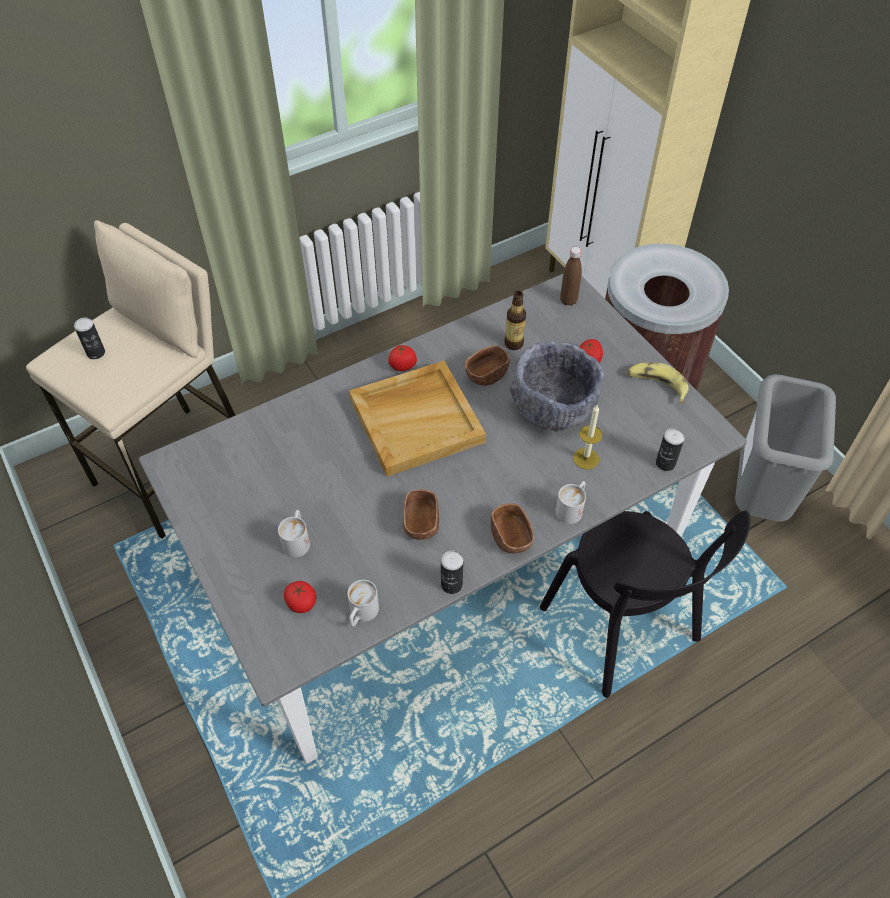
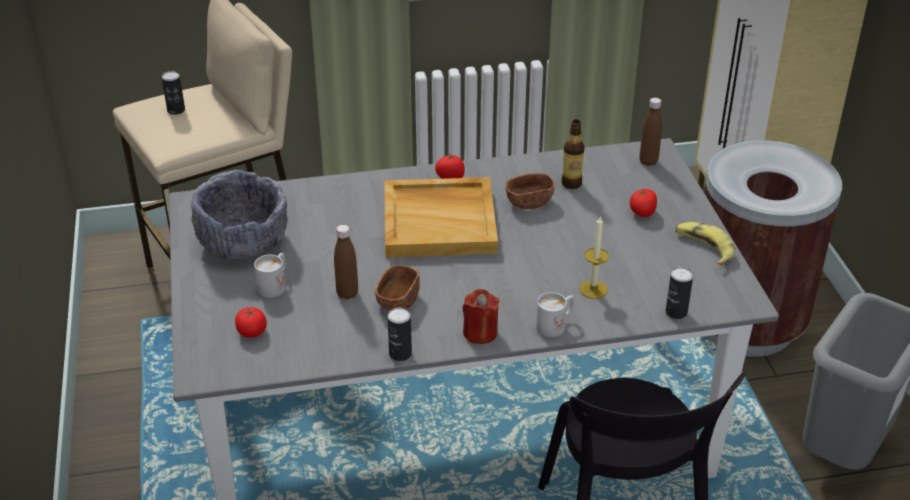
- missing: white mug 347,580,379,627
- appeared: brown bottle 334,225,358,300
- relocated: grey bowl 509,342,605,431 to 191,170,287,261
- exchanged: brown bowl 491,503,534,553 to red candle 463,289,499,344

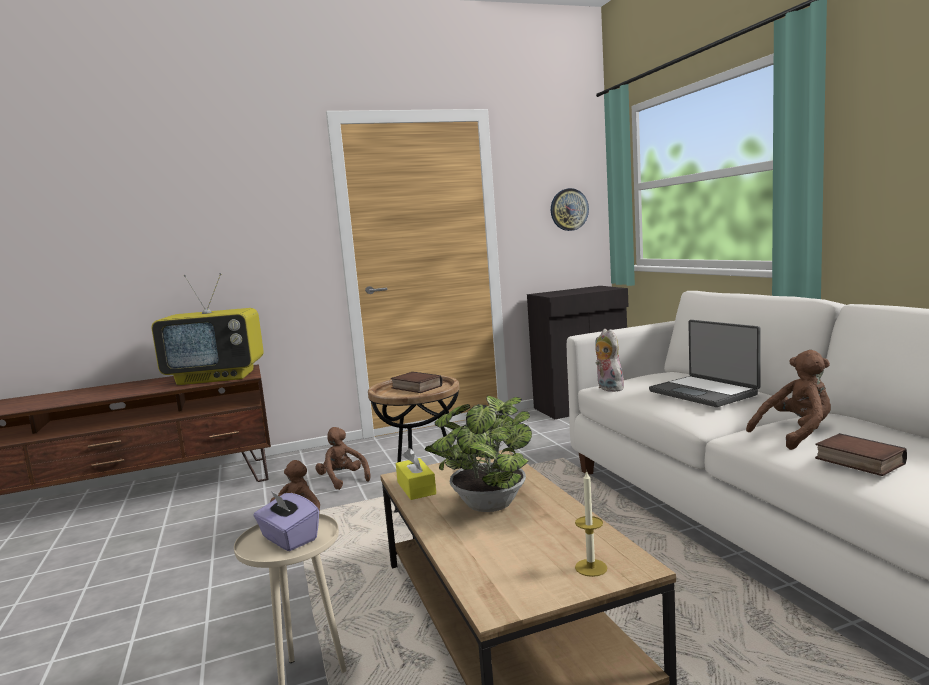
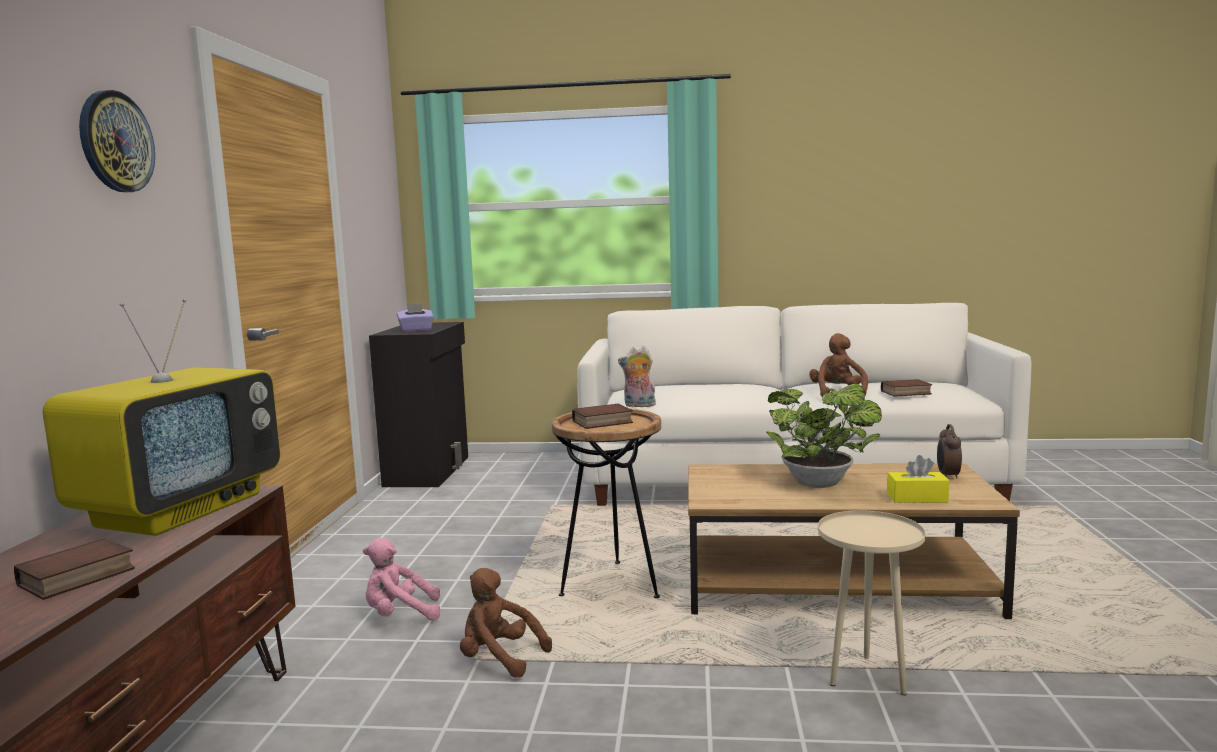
- missing: laptop 649,320,761,407
- appeared: book 14,538,135,600
- relocated: purple tissue box 253,490,319,551 to 397,304,434,332
- relocated: yellow tissue box 396,448,436,500 to 887,455,950,503
- relocated: wall clock 551,188,589,231 to 79,90,155,192
- exchanged: candle 575,470,607,577 to alarm clock 937,424,962,478
- colour: brown plush toy 315,427,371,490 to pink plush toy 363,538,440,621

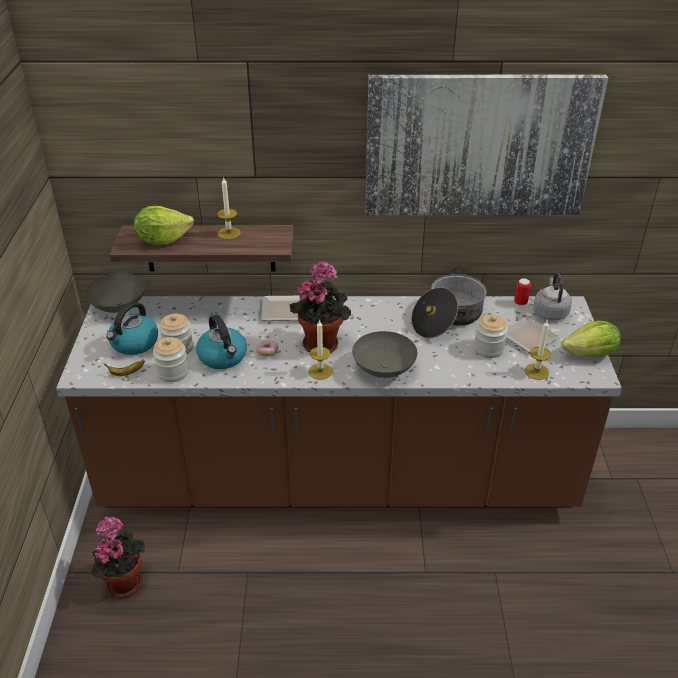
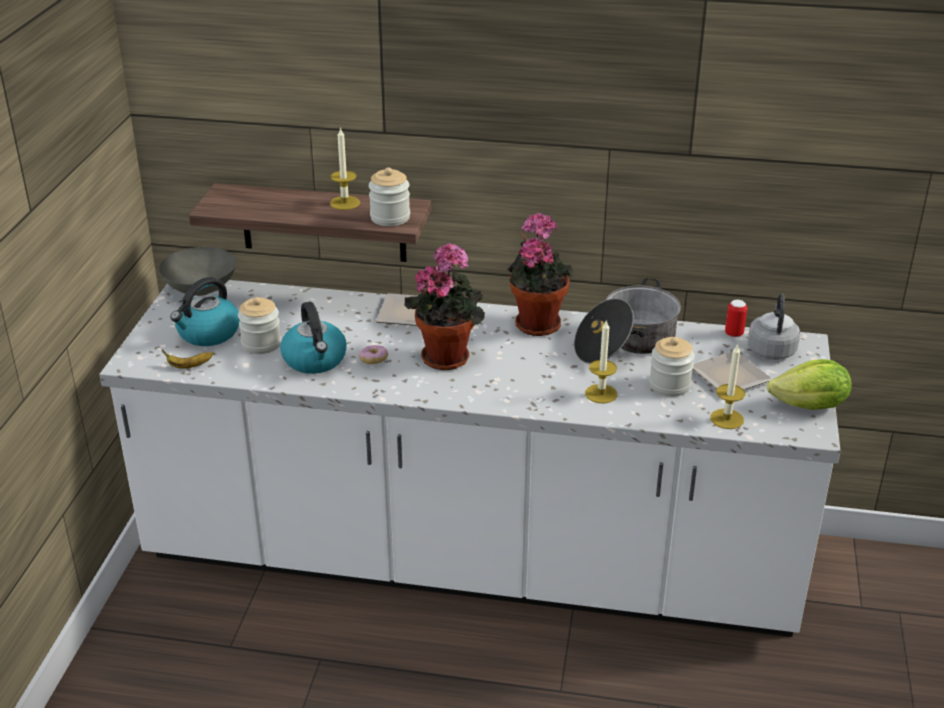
- missing: lettuce 134,206,194,245
- missing: grey bowl 352,331,417,378
- missing: picture 365,75,608,215
- relocated: potted plant 91,517,145,598 to 507,213,573,336
- relocated: jar 153,337,189,382 to 369,167,410,226
- relocated: candle 308,319,333,380 to 585,319,617,404
- colour: brown counter 56,296,622,507 to white counter 99,280,841,637

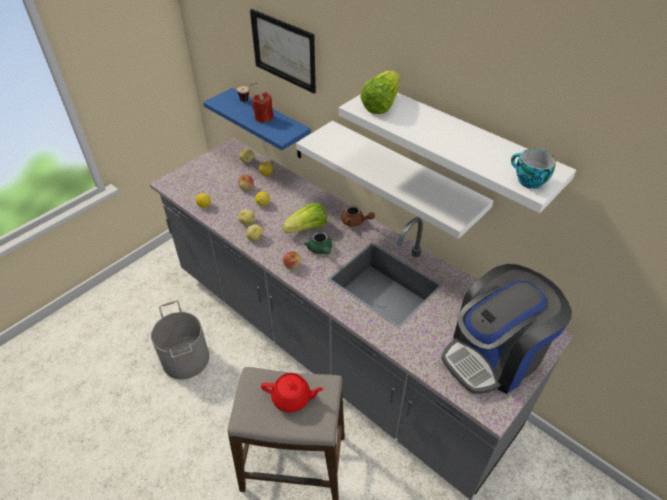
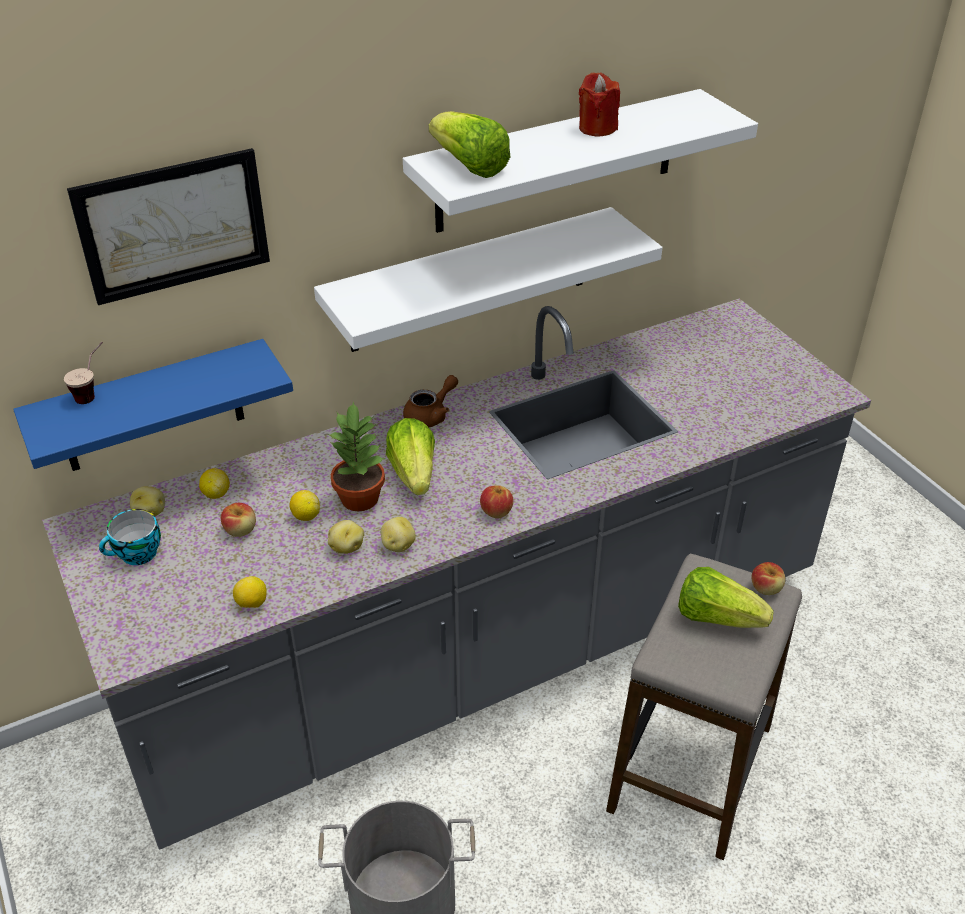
- missing: green teapot 304,231,332,254
- missing: coffee machine 441,264,572,394
- appeared: potted plant 328,401,385,511
- appeared: apple 752,562,786,595
- relocated: red candle 252,92,274,123 to 579,73,620,137
- relocated: cup 511,149,556,189 to 99,509,161,565
- exchanged: red teapot 261,373,324,412 to lettuce 678,567,774,628

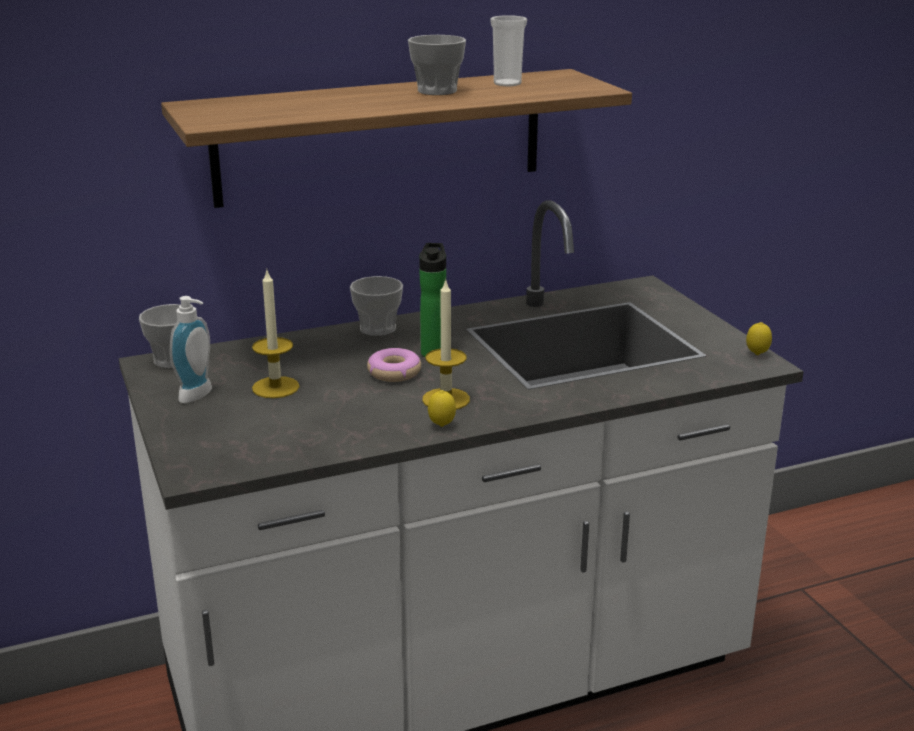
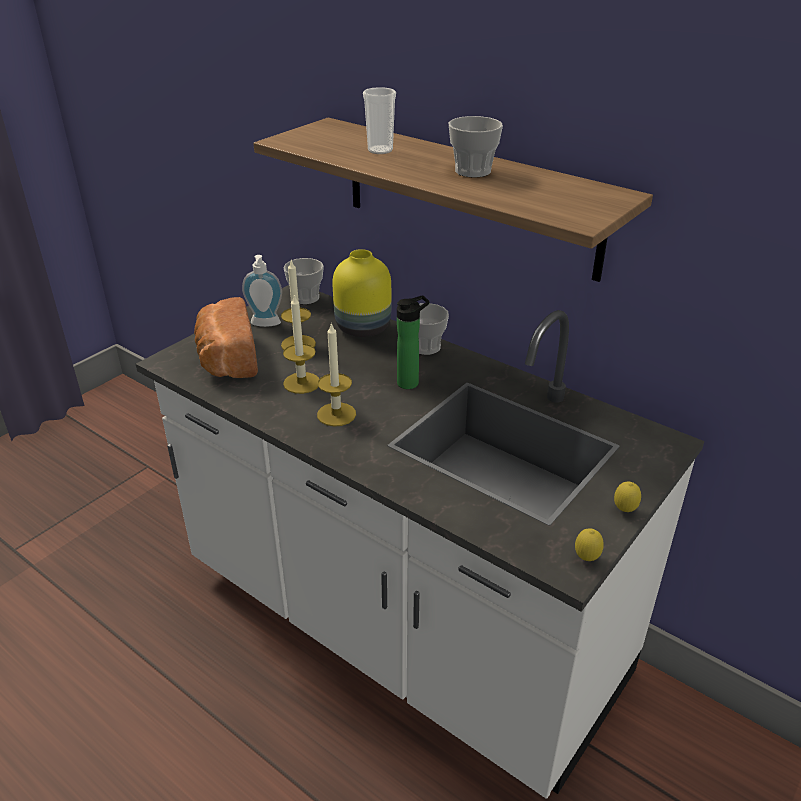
- missing: donut 367,348,421,382
- appeared: bread 194,297,258,378
- appeared: candle 283,294,319,394
- appeared: yellow vase 332,249,391,337
- relocated: lemon 428,390,456,427 to 614,482,641,512
- relocated: cup 490,15,527,86 to 363,87,396,154

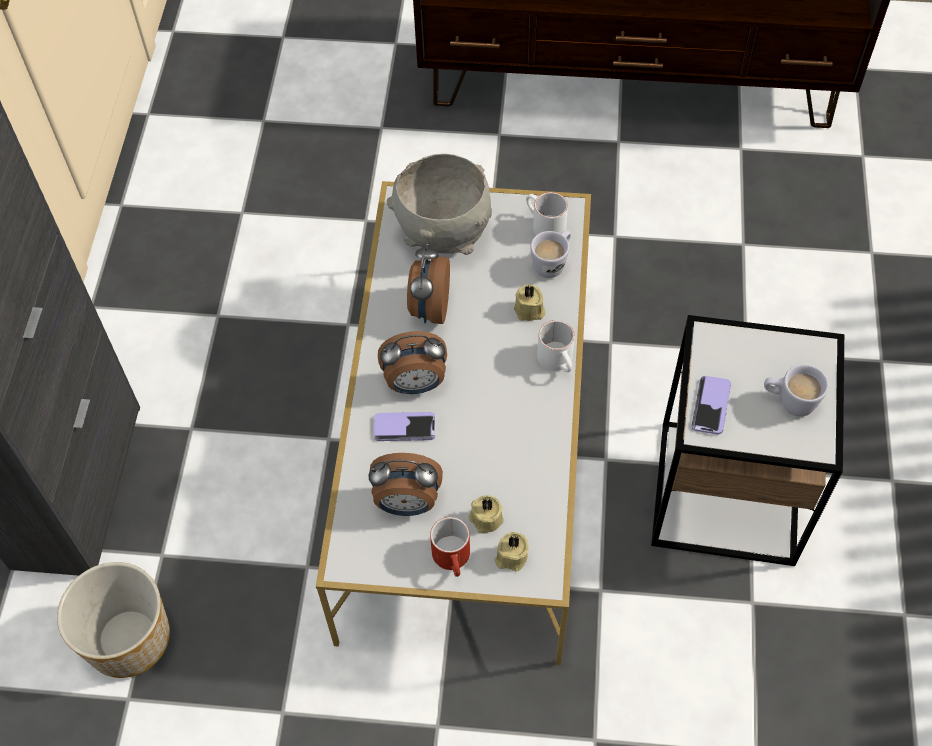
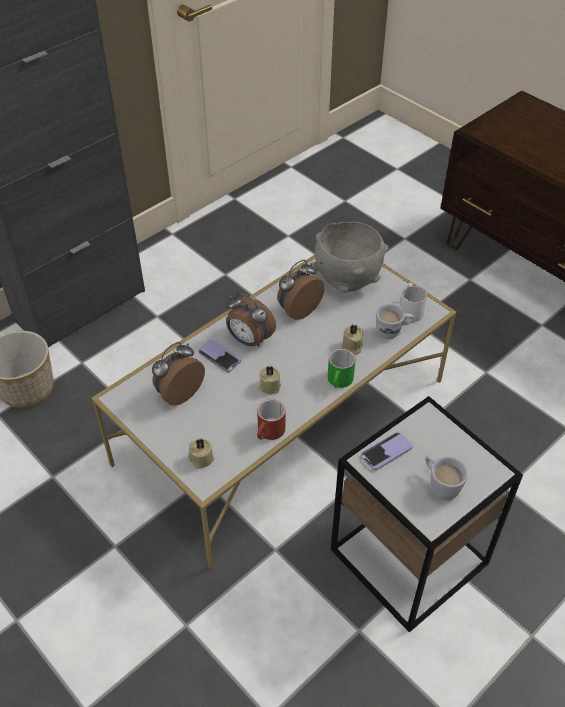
- relocated: red mug 430,517,470,577 to 257,399,286,440
- relocated: beige candle 468,495,503,533 to 259,366,281,394
- colour: white mug 537,320,574,372 to green mug 328,349,355,388
- spun: alarm clock 368,453,443,516 = 152,342,205,406 90 degrees clockwise

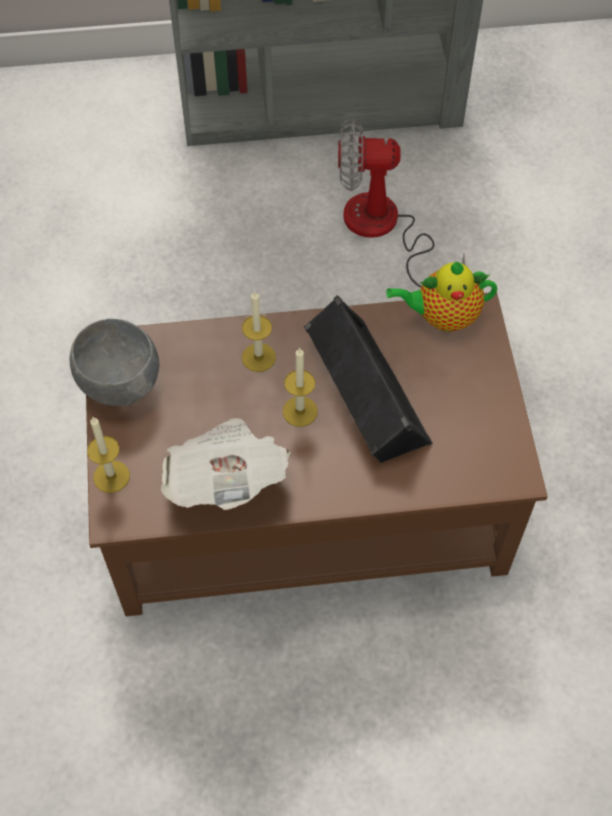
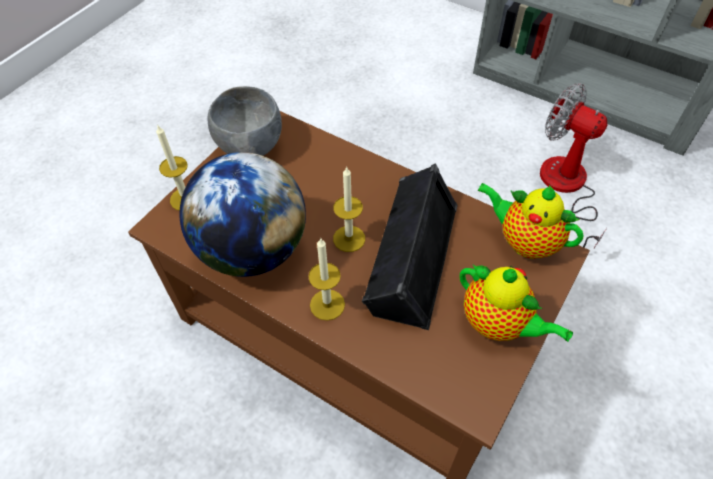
- appeared: teapot 460,265,573,342
- relocated: candle 242,291,276,372 to 308,238,345,321
- exchanged: newspaper 161,418,290,510 to globe 179,152,306,277

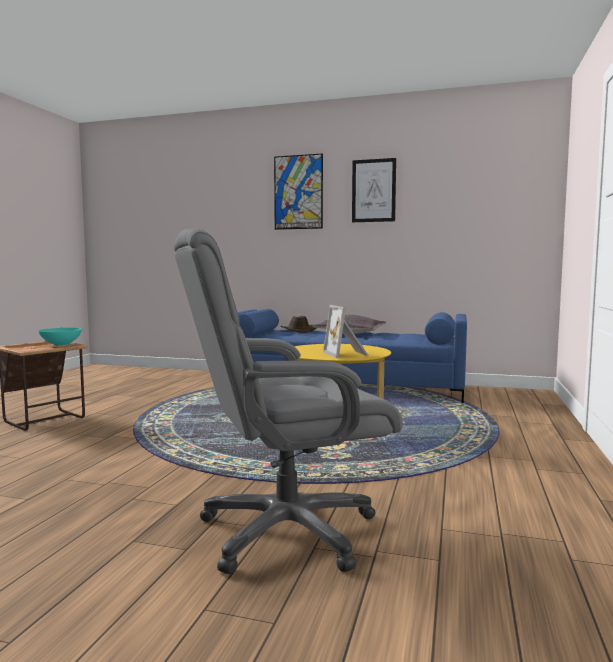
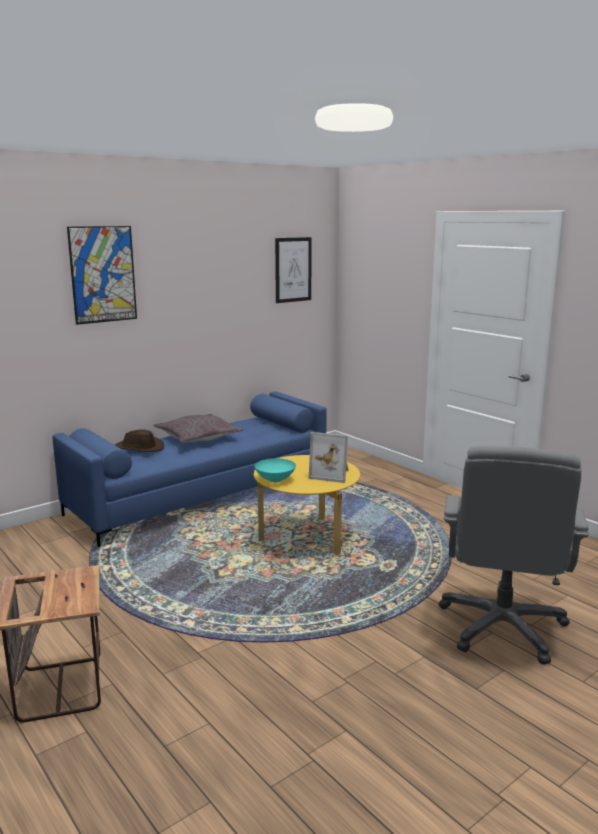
- relocated: turquoise bowl 38,328,82,346 to 255,458,296,482
- relocated: picture 352,158,396,222 to 275,237,312,303

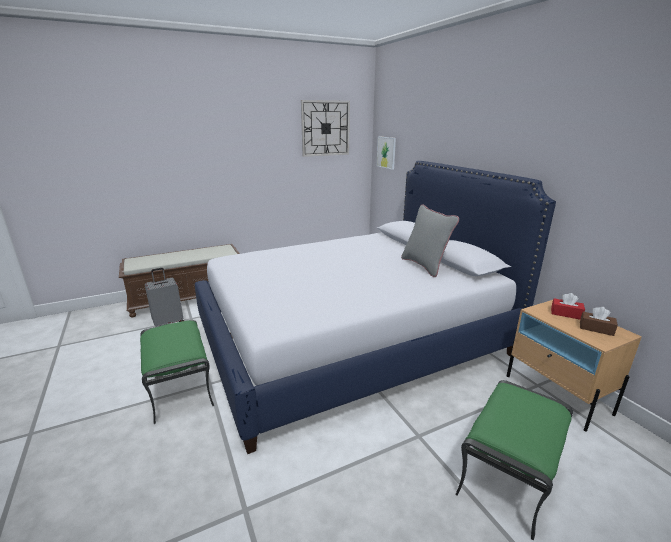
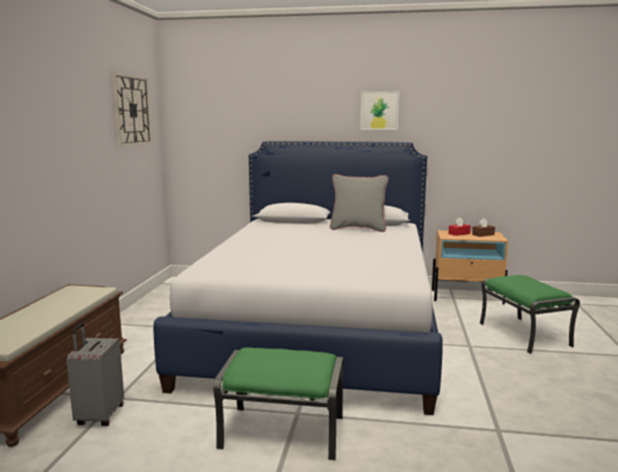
- relocated: picture 377,136,396,170 to 360,91,399,130

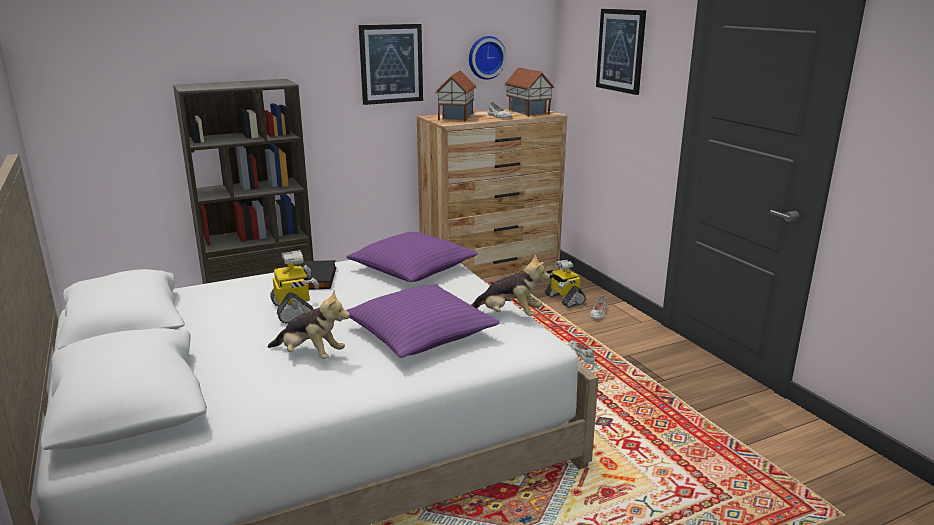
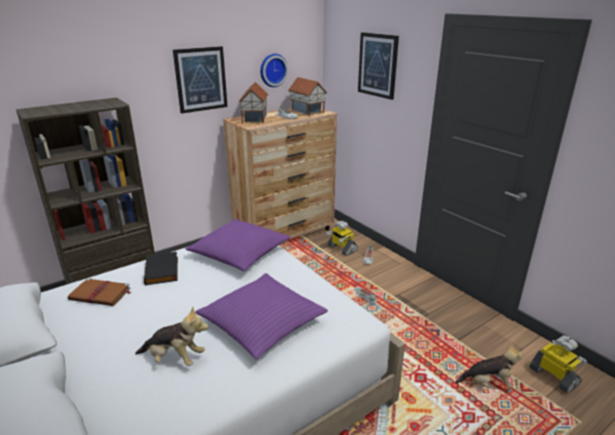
- appeared: brown book 68,278,131,306
- relocated: toy robot 270,250,319,324 to 529,335,587,393
- relocated: plush toy 471,255,550,316 to 455,343,523,388

